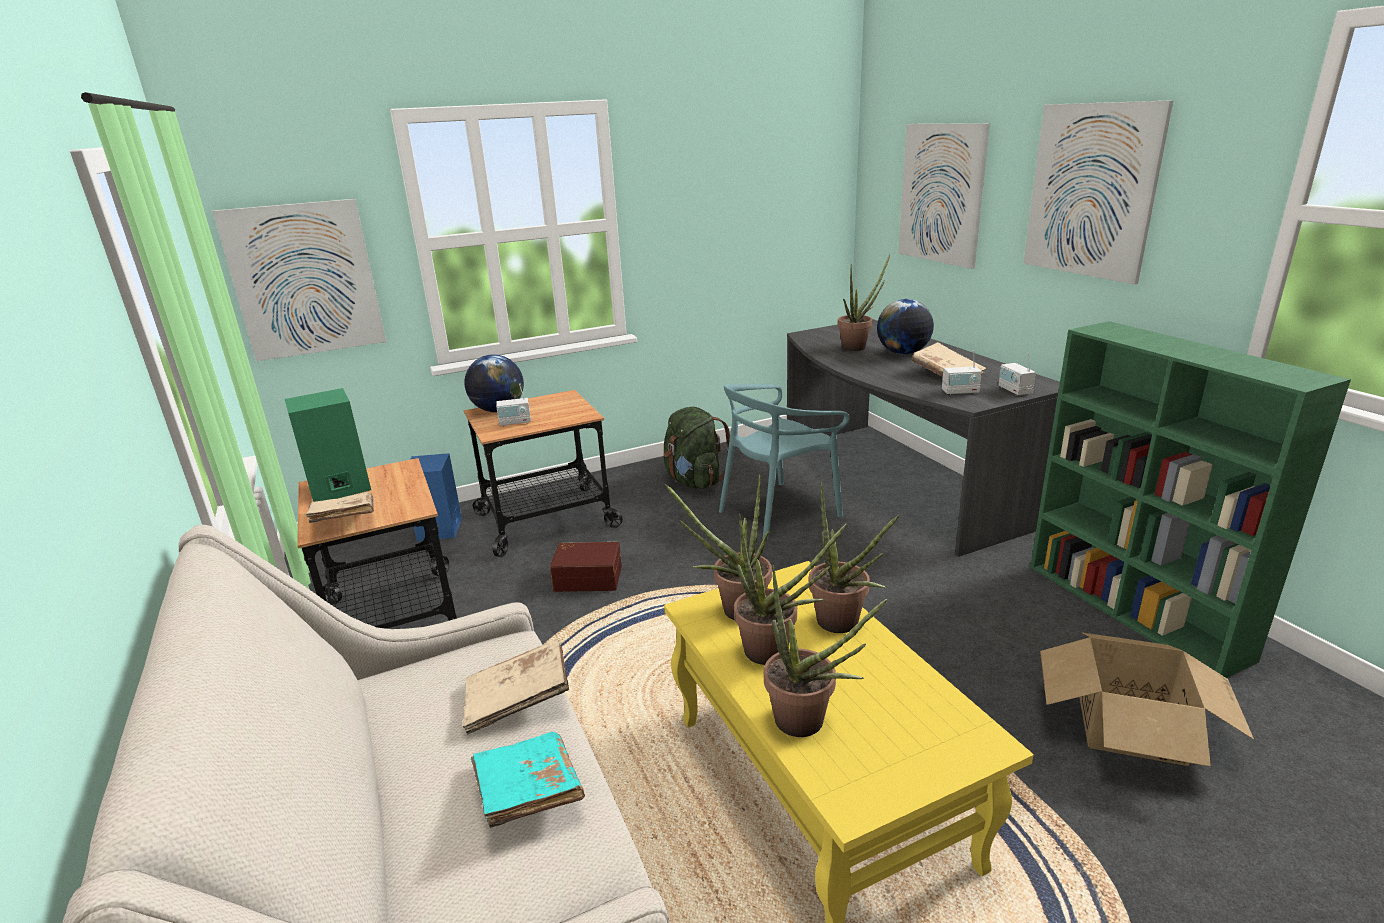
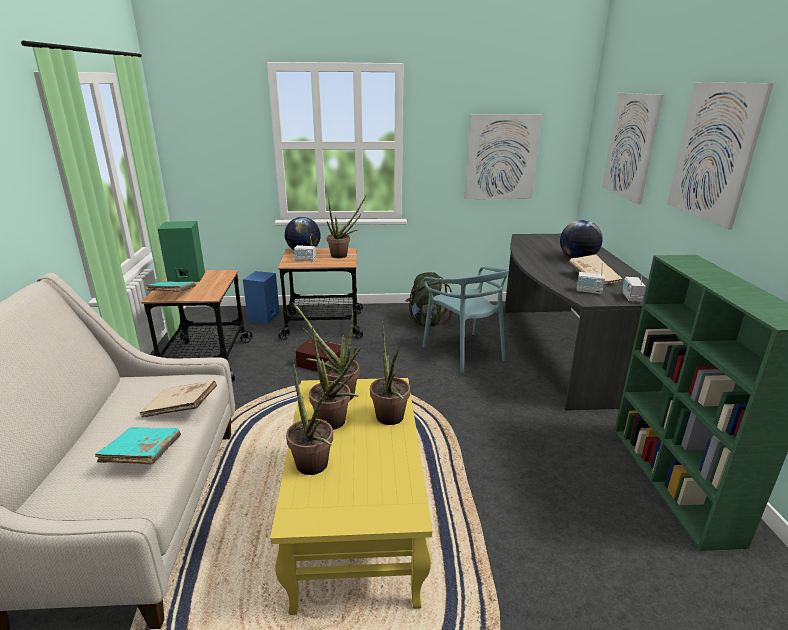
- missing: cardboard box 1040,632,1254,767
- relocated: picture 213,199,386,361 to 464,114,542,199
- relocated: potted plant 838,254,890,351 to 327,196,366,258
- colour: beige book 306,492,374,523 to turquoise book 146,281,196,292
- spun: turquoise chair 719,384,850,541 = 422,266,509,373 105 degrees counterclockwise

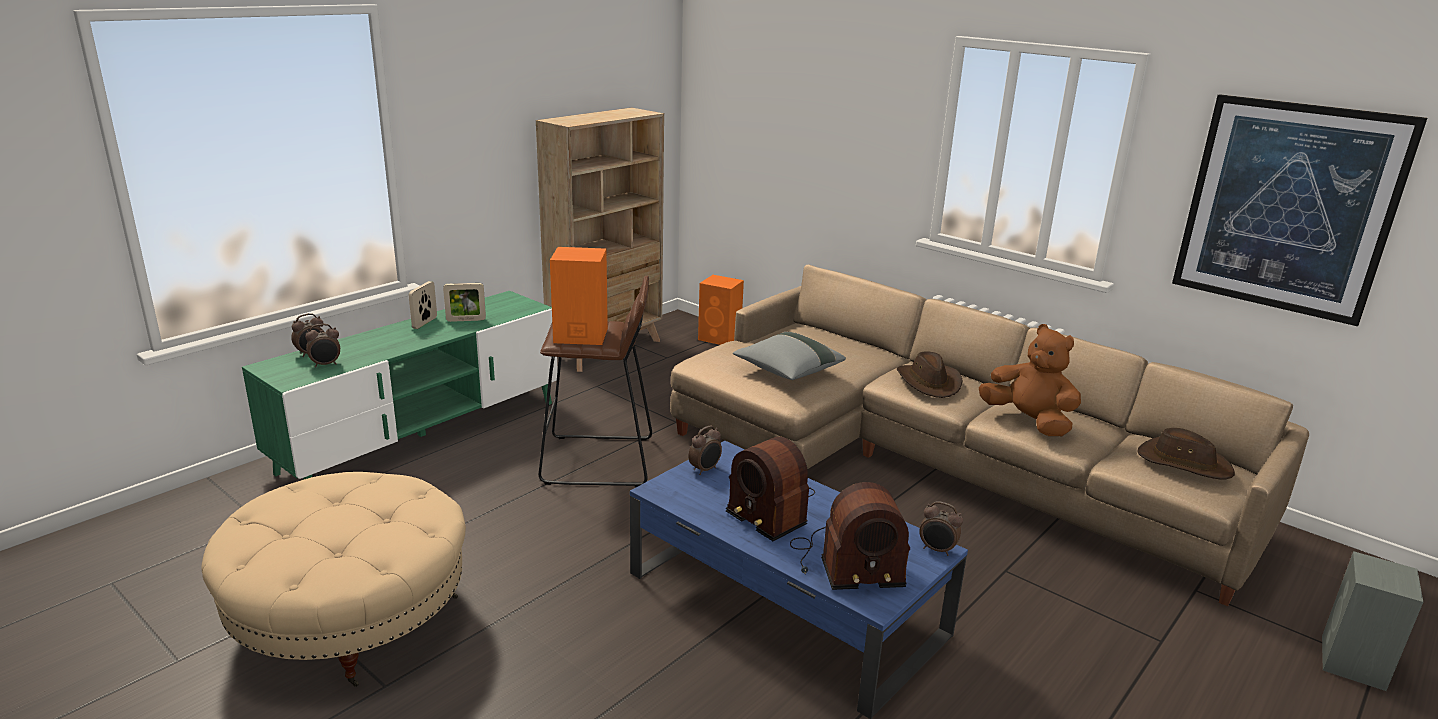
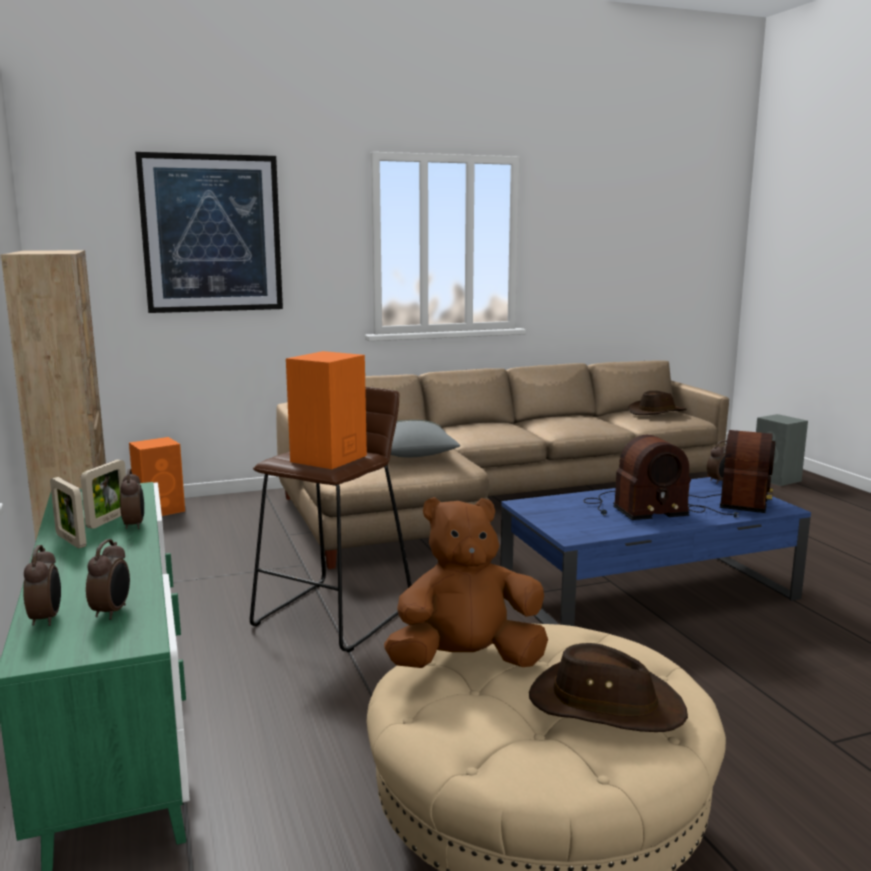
- relocated: alarm clock 688,426,722,475 to 120,469,144,529
- relocated: brown hat 897,351,963,398 to 529,643,688,732
- relocated: brown plush toy 979,324,1081,436 to 384,497,548,668
- relocated: picture 1172,94,1427,326 to 135,152,283,313

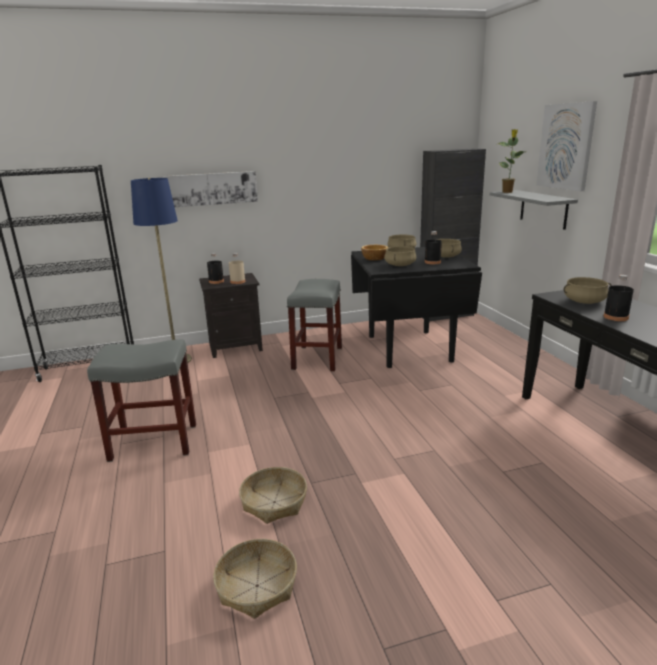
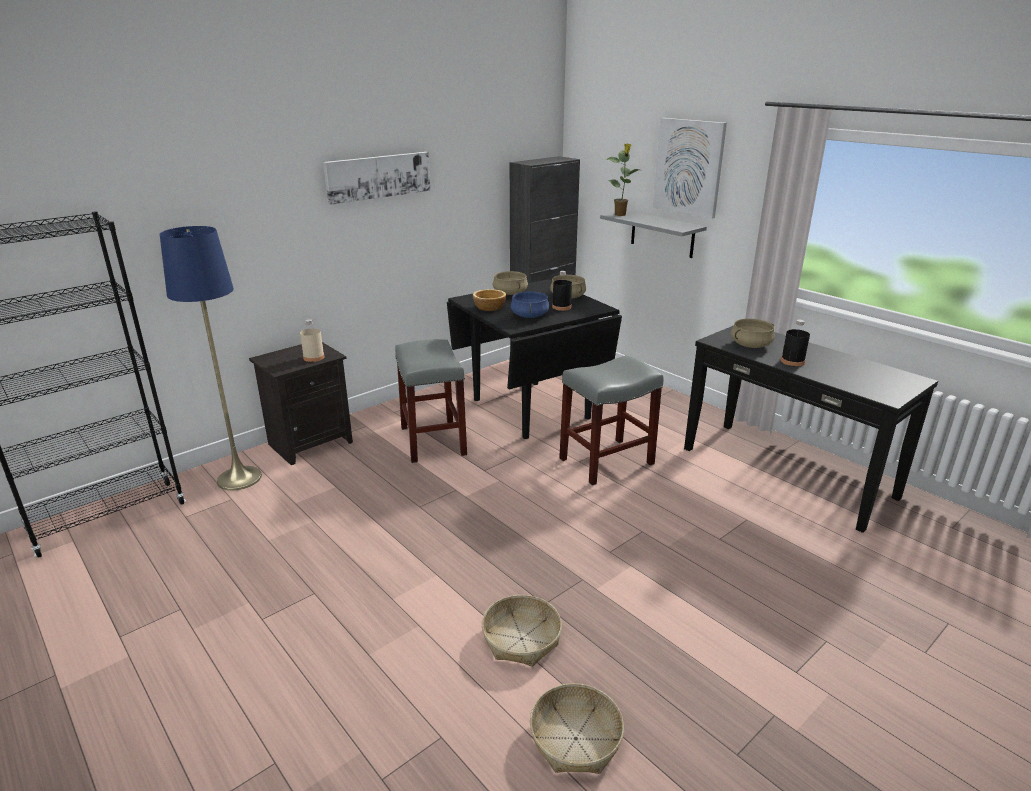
- missing: black bottle 207,253,224,284
- relocated: grey stool 87,339,196,462 to 559,355,664,486
- relocated: picture 163,171,258,207 to 323,152,430,205
- colour: beige cooking pot 384,246,416,266 to blue cooking pot 511,292,549,318

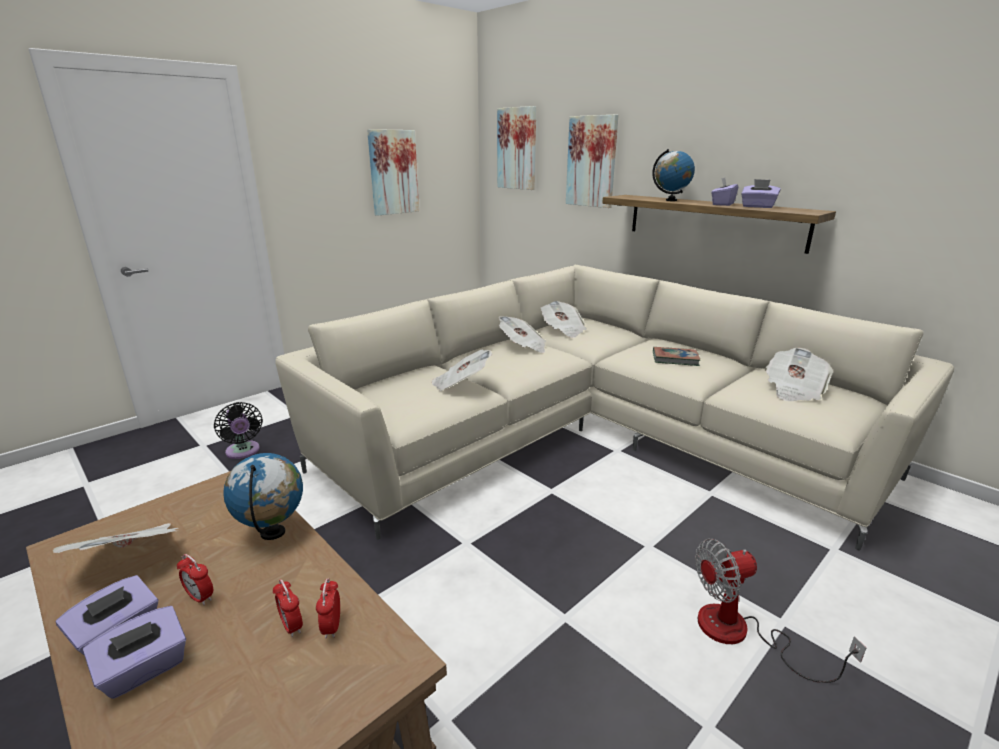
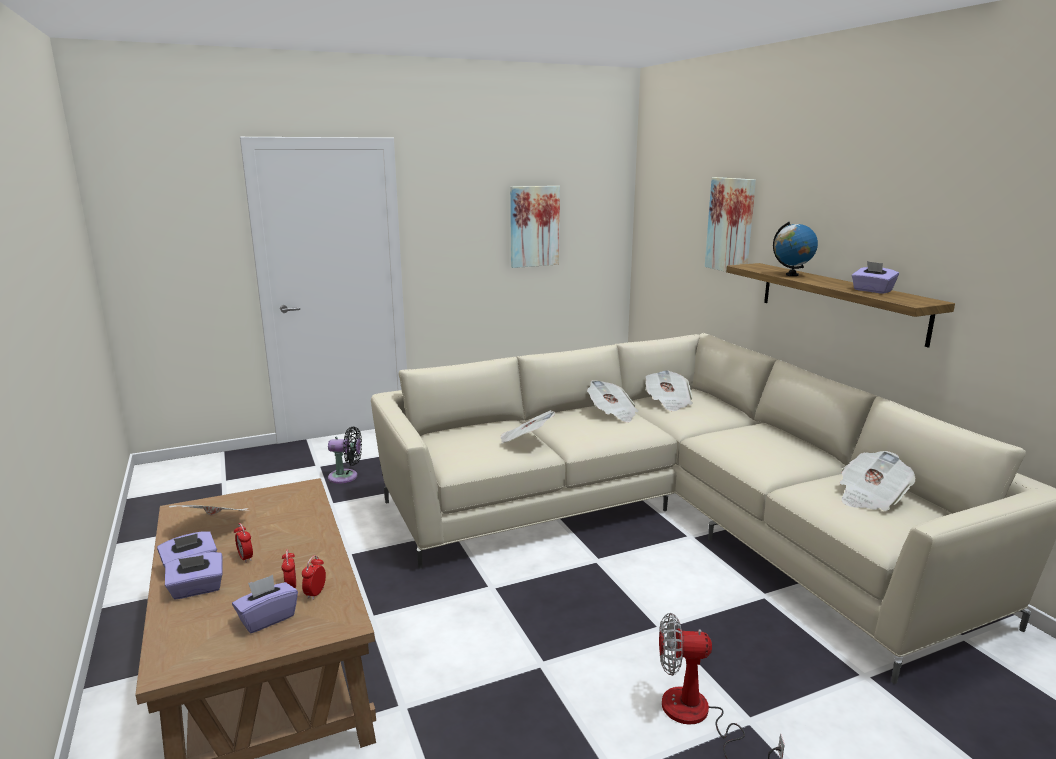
- missing: globe 223,453,303,540
- missing: picture 497,106,536,190
- missing: book 653,347,700,366
- relocated: purple tissue box 711,178,739,206 to 232,575,298,633
- spun: black fan 214,402,263,459 = 328,427,362,484 75 degrees counterclockwise

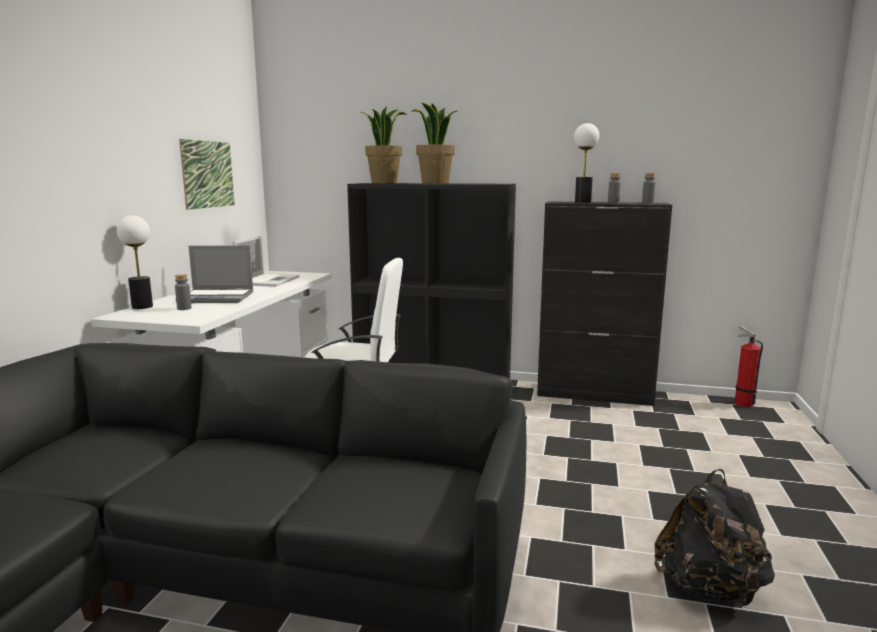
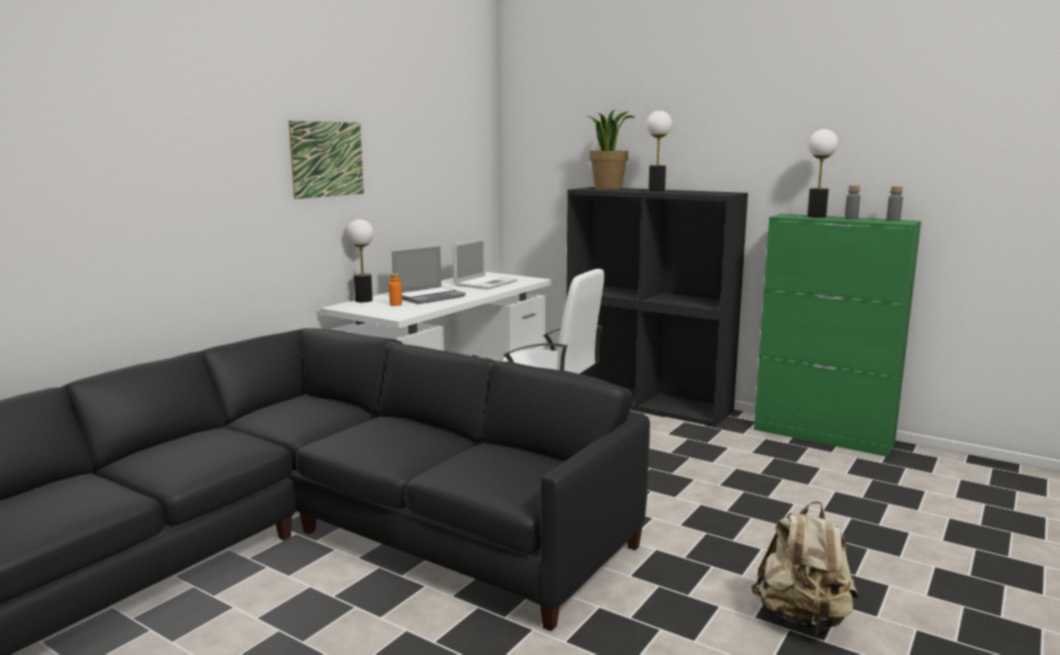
- missing: fire extinguisher 734,326,763,407
- relocated: picture 179,139,235,210 to 289,121,364,199
- exchanged: potted plant 412,103,457,184 to table lamp 646,111,672,192
- colour: grey bottle 175,274,192,310 to orange bottle 389,273,402,306
- colour: black cabinet 537,201,672,406 to green cabinet 754,214,921,457
- colour: black backpack 654,469,775,608 to beige backpack 751,501,859,636
- spun: laptop 175,246,253,303 = 392,246,466,304 60 degrees counterclockwise

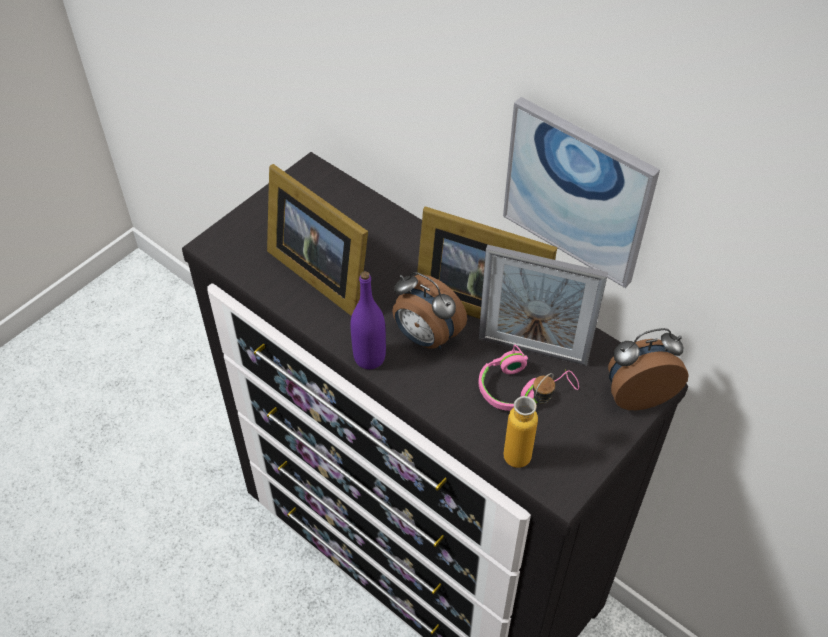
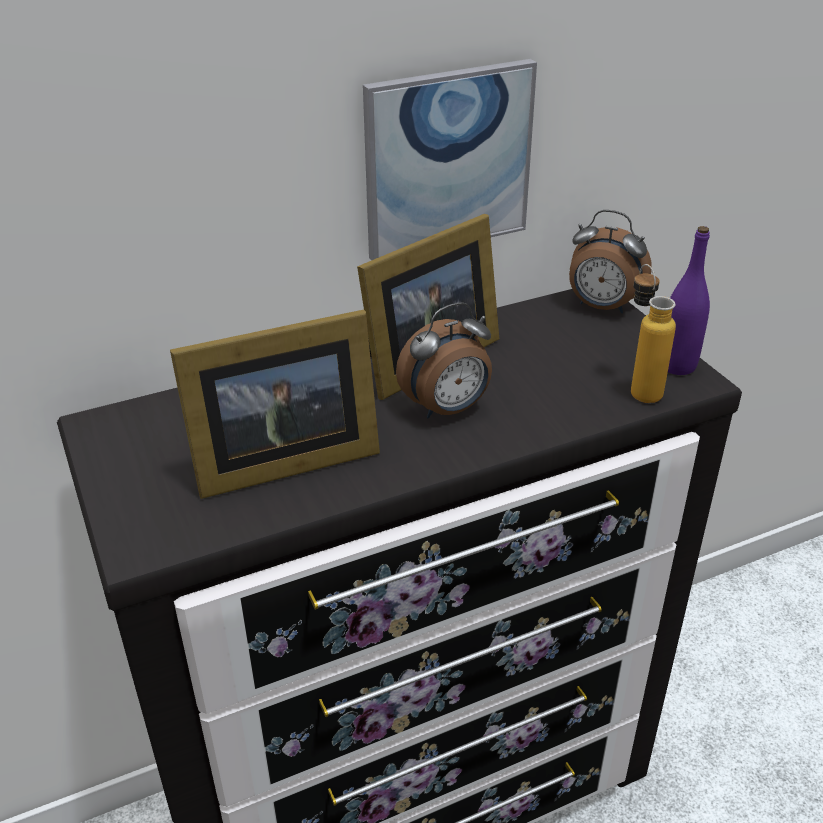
- missing: pink headphones 478,345,579,411
- missing: picture frame 479,245,608,366
- relocated: purple bottle 351,271,386,369 to 668,226,710,375
- spun: alarm clock 608,328,689,410 = 569,210,652,313 75 degrees counterclockwise

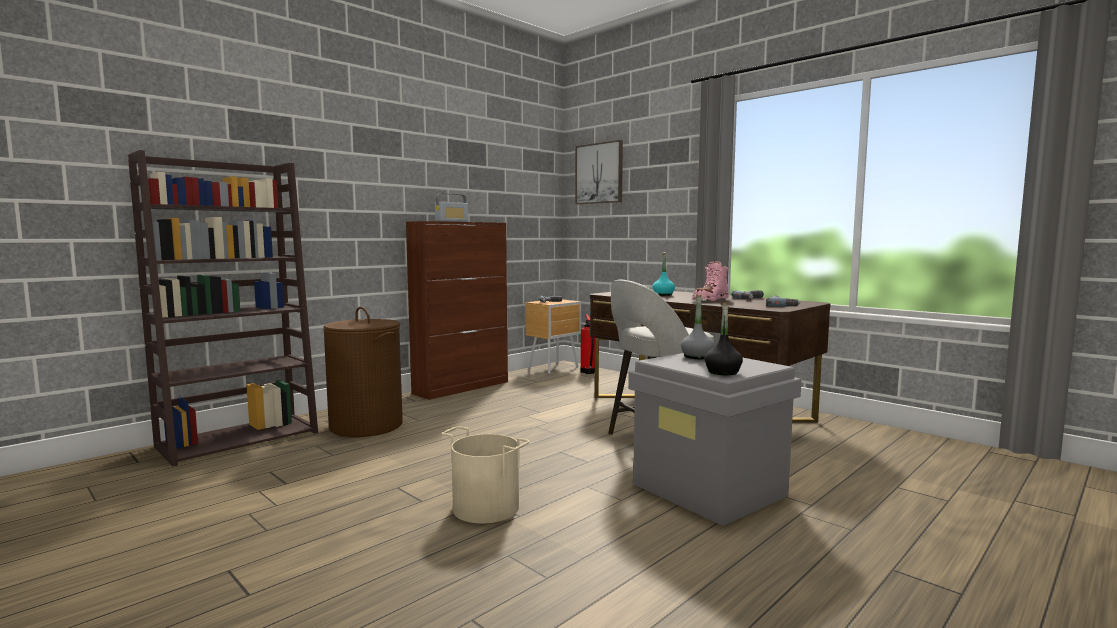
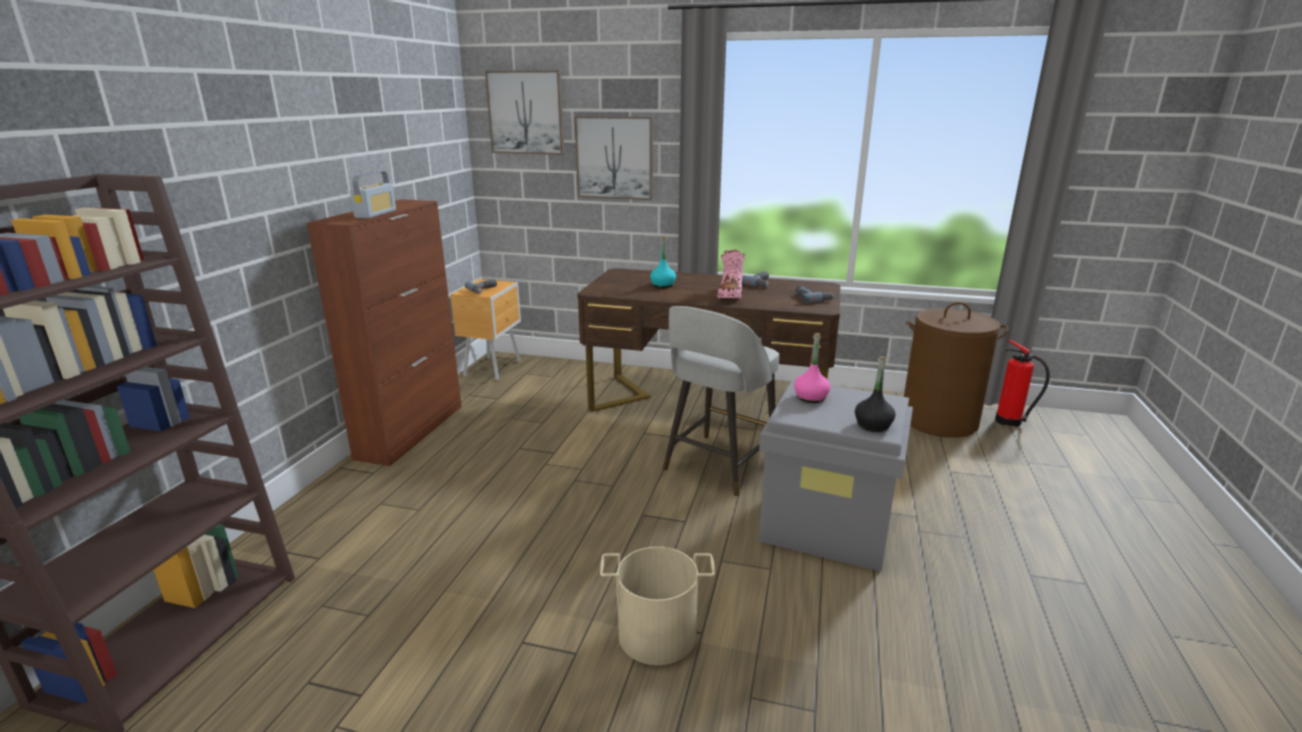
- appeared: picture 575,116,653,200
- relocated: brown laundry basket 323,307,403,437 to 904,302,1009,438
- relocated: fire extinguisher 580,314,595,374 to 995,340,1050,427
- colour: grey bottle 681,295,715,359 to pink bottle 794,333,831,403

